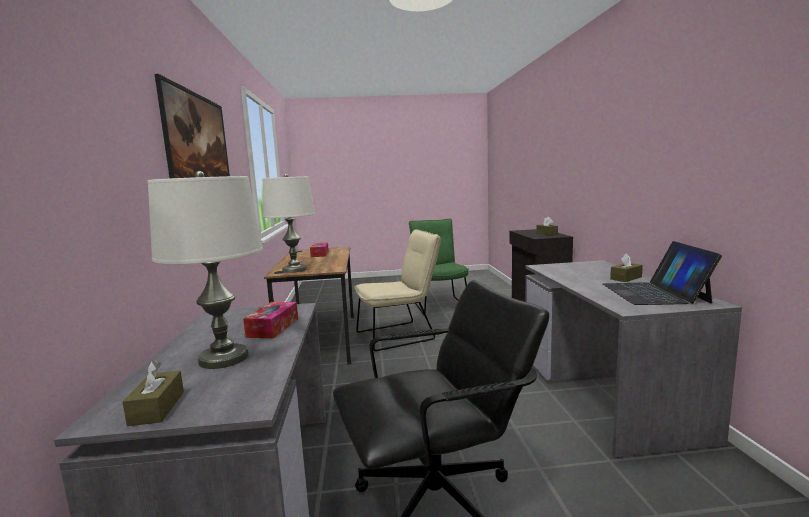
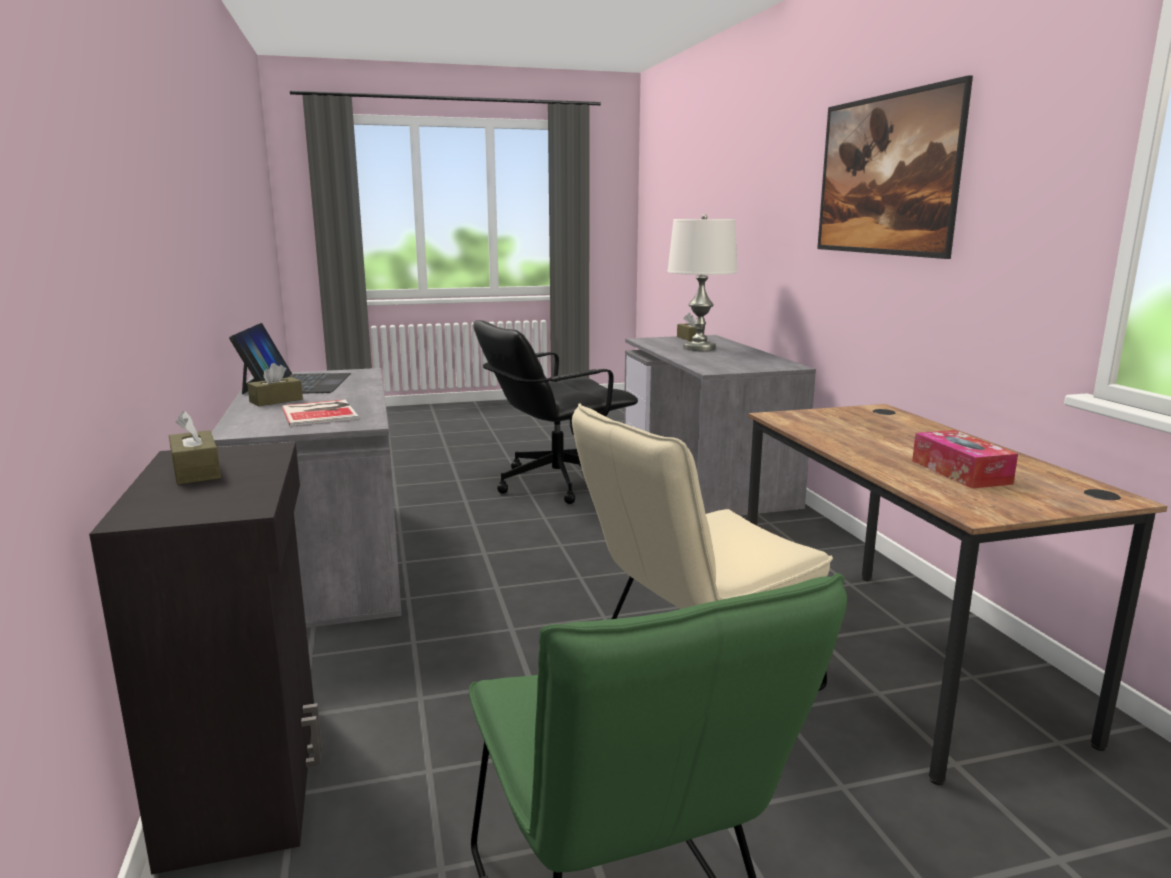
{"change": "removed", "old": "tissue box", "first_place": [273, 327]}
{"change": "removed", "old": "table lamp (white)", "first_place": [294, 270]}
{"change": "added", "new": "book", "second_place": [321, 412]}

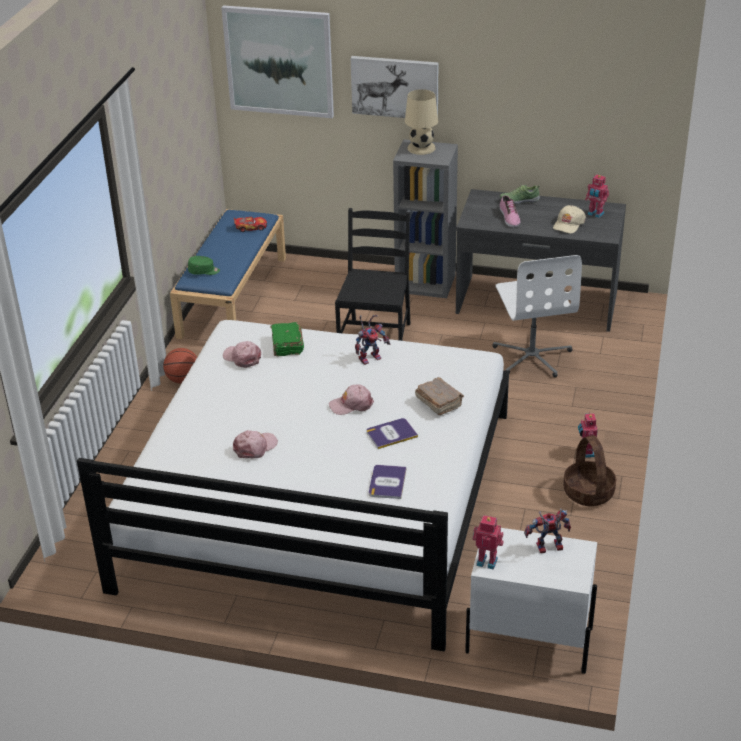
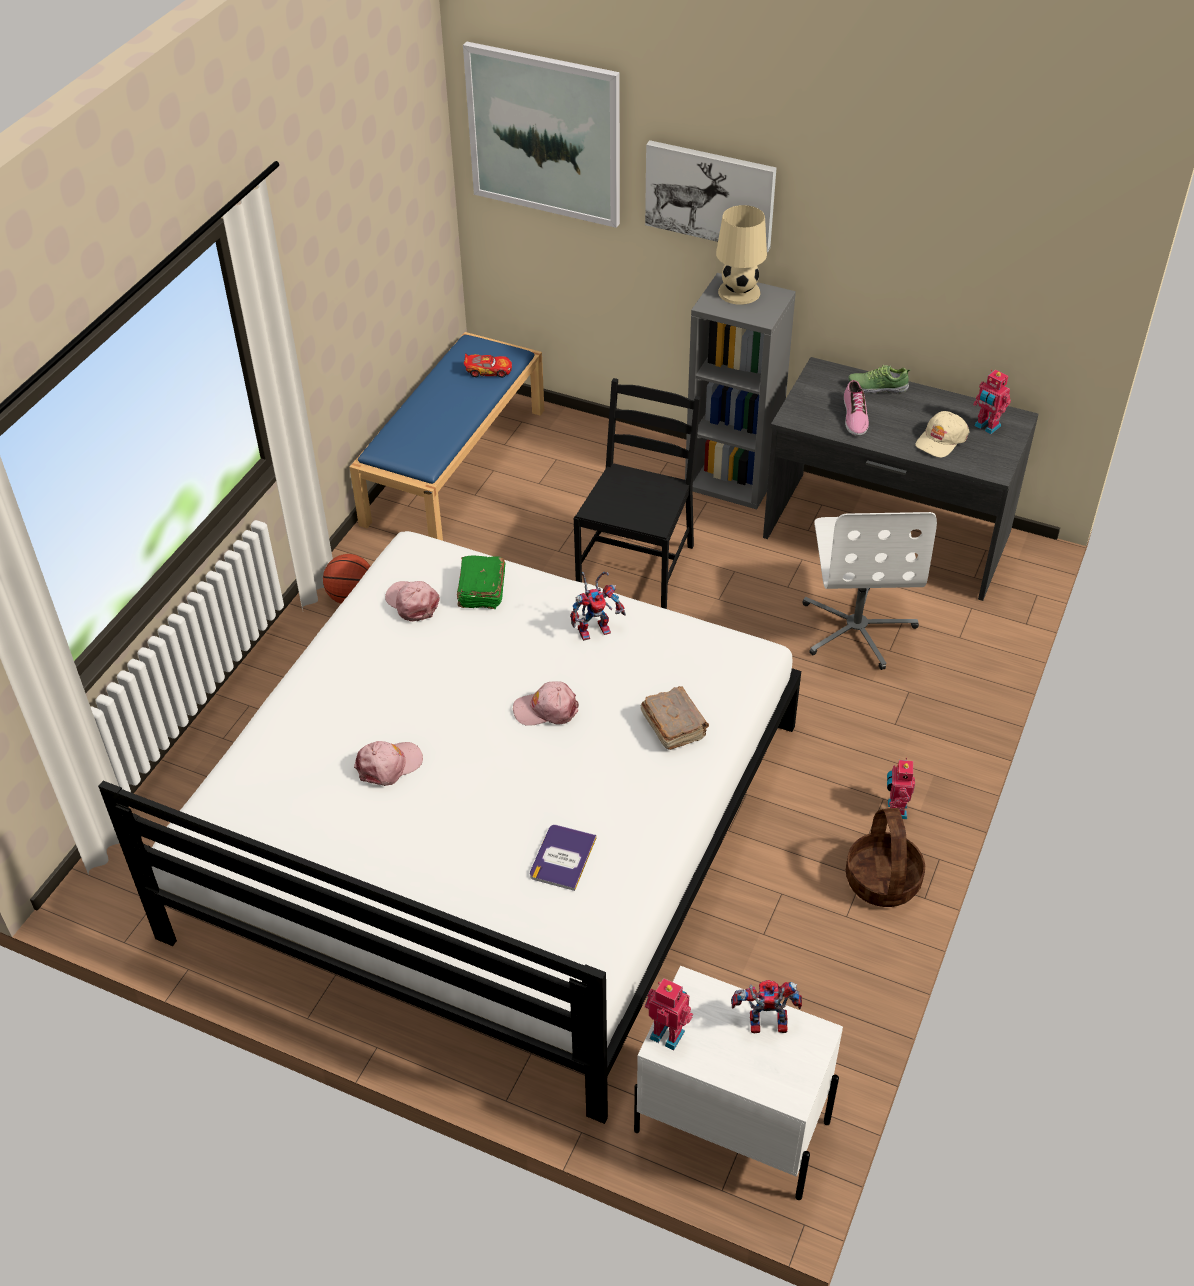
{"change": "removed", "old": "cap (green)", "first_place": [204, 271]}
{"change": "removed", "old": "book", "first_place": [391, 434]}

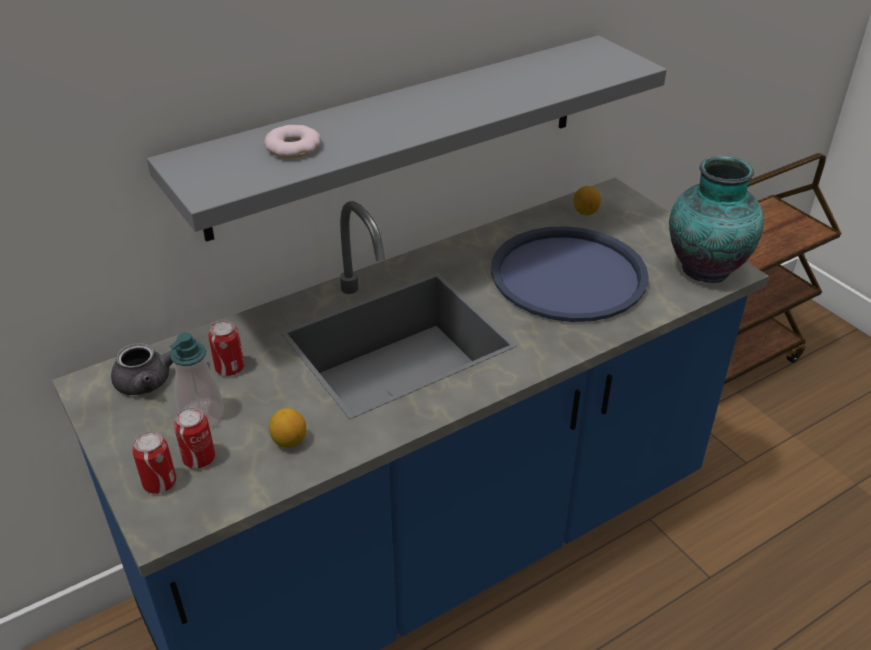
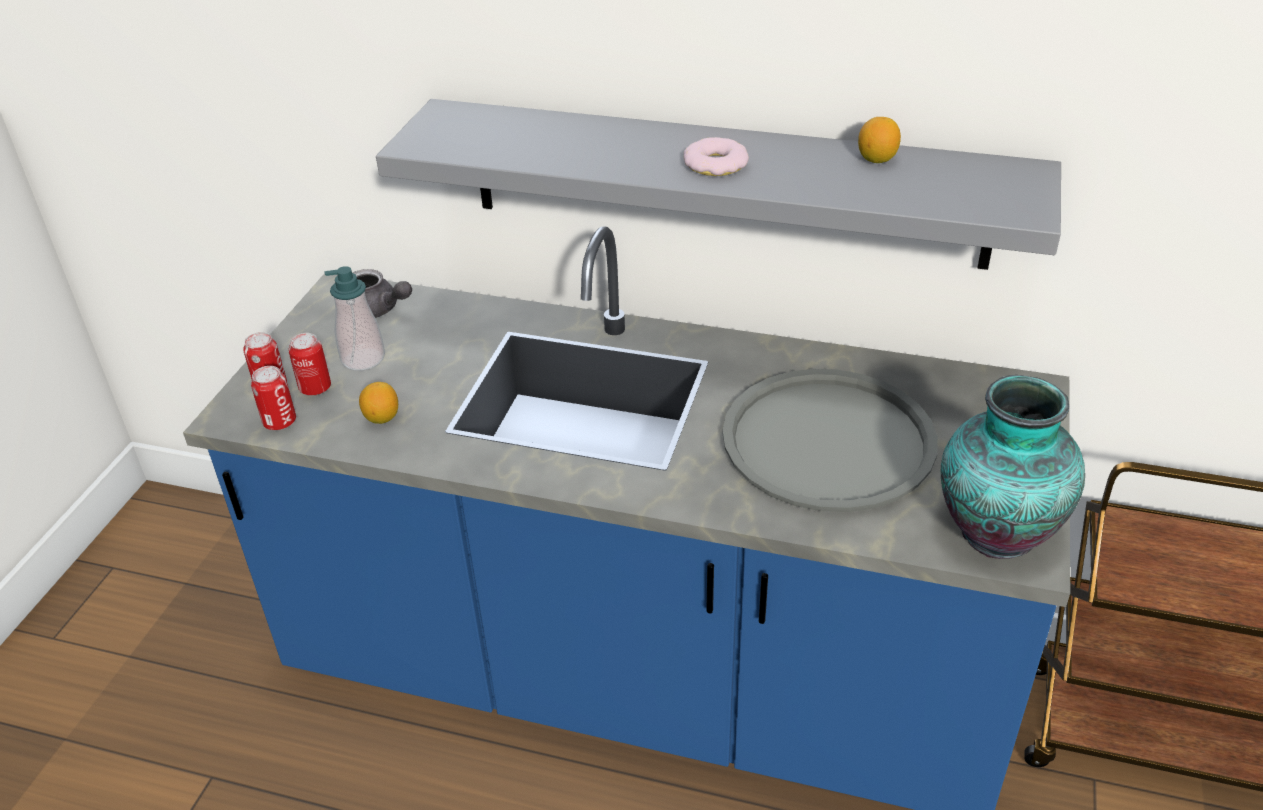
{"change": "moved", "old": "can", "first_place": [230, 368], "second_place": [280, 422]}
{"change": "moved", "old": "donut", "first_place": [293, 147], "second_place": [716, 164]}
{"change": "moved", "old": "lemon", "first_place": [585, 212], "second_place": [876, 159]}
{"change": "recoloured", "old": "tray (blue)", "new": "tray (grey)", "first_place": [568, 275], "second_place": [828, 441]}

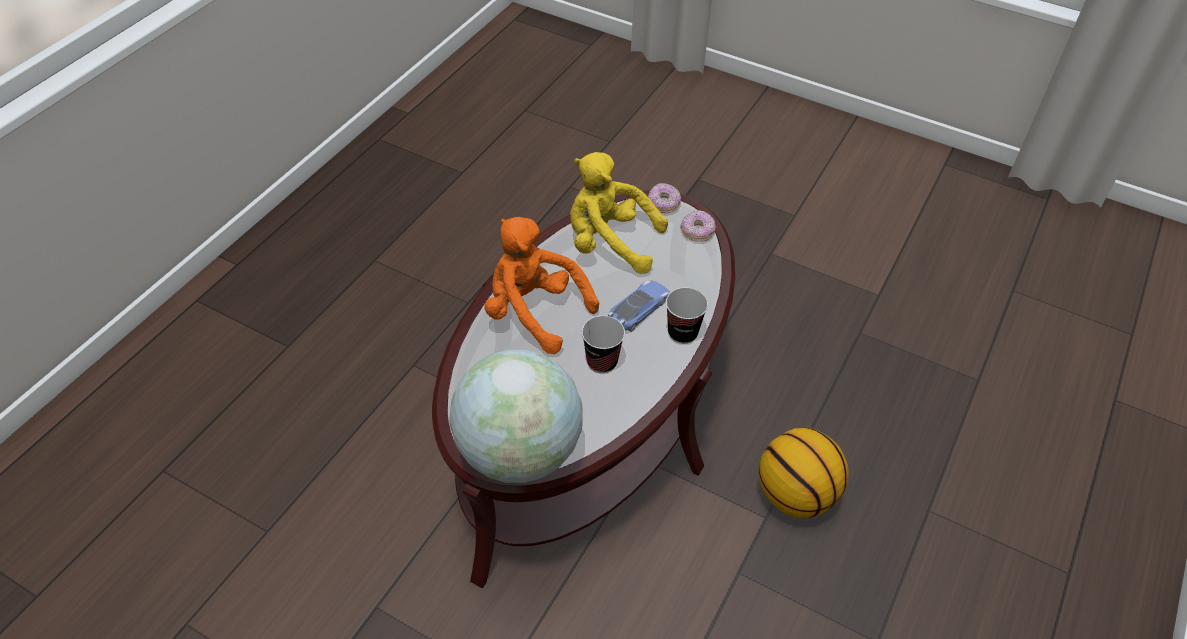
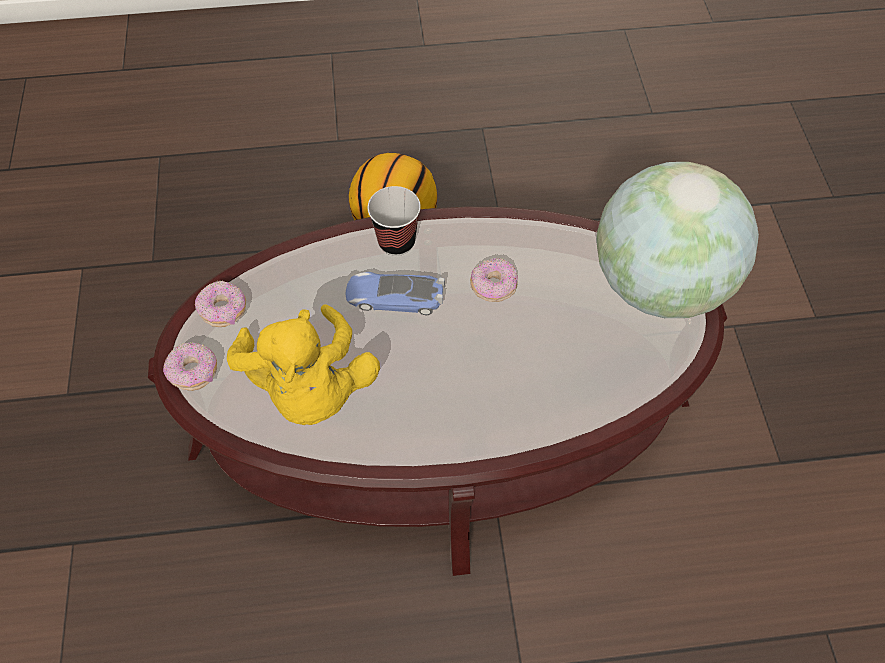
{"change": "removed", "old": "plush toy (orange)", "first_place": [534, 312]}
{"change": "replaced", "old": "cup", "new": "donut", "first_place": [602, 362], "second_place": [493, 287]}

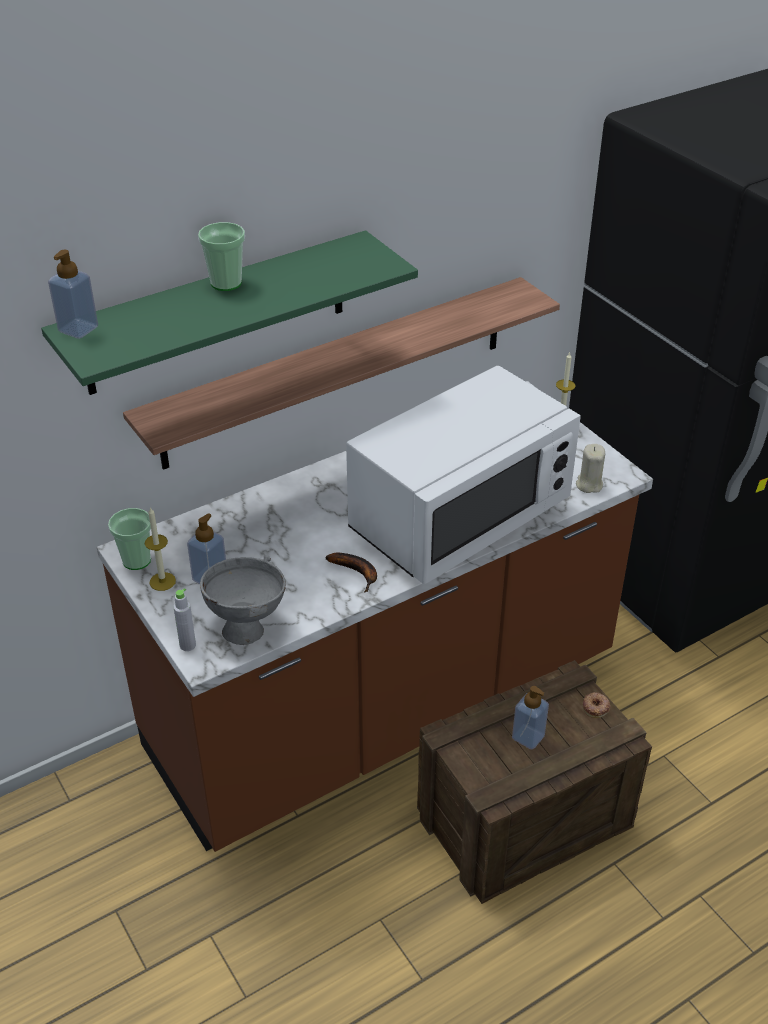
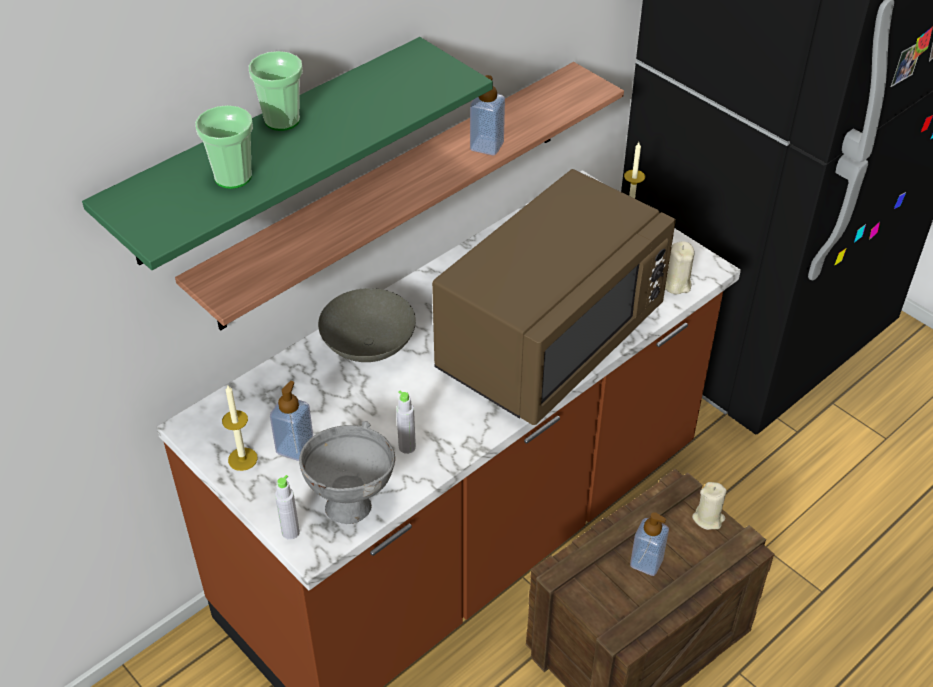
{"change": "removed", "old": "banana", "first_place": [357, 573]}
{"change": "added", "new": "bowl (grey)", "second_place": [370, 347]}
{"change": "added", "new": "bottle (grey)", "second_place": [407, 447]}
{"change": "moved", "old": "soap dispenser", "first_place": [78, 329], "second_place": [486, 146]}
{"change": "moved", "old": "cup", "first_place": [136, 560], "second_place": [233, 177]}
{"change": "replaced", "old": "donut", "new": "candle (beige)", "first_place": [596, 707], "second_place": [708, 518]}
{"change": "recoloured", "old": "microwave (white)", "new": "microwave (brown)", "first_place": [459, 518], "second_place": [550, 340]}

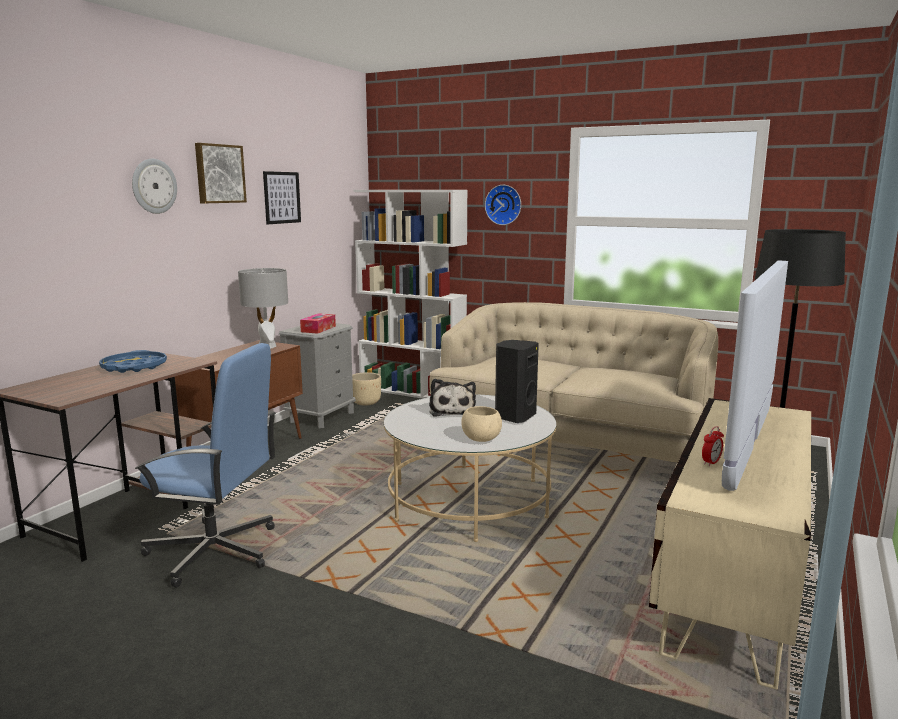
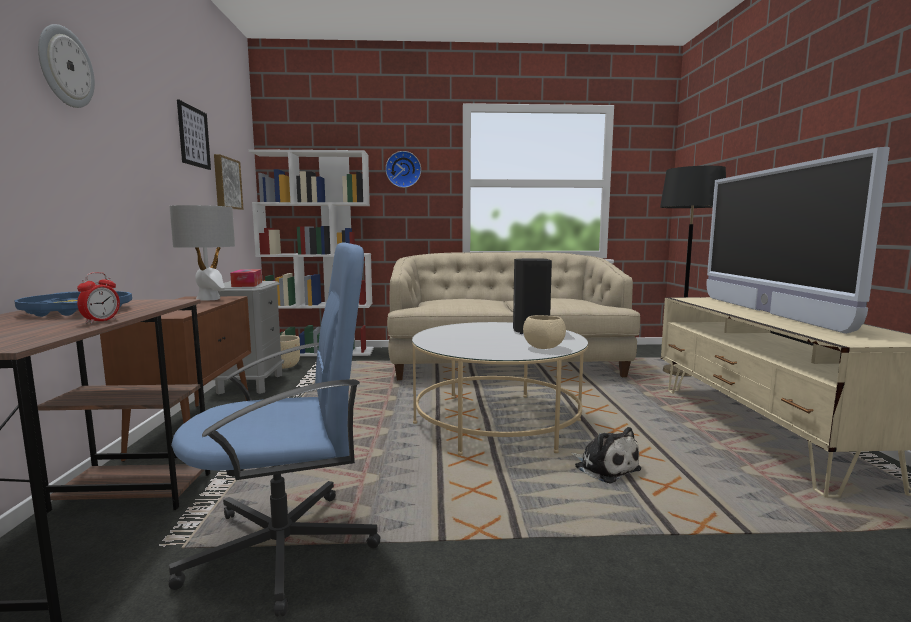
{"change": "moved", "old": "picture", "first_place": [219, 174], "second_place": [226, 183]}
{"change": "moved", "old": "plush toy", "first_place": [452, 410], "second_place": [604, 467]}
{"change": "moved", "old": "alarm clock", "first_place": [711, 462], "second_place": [101, 321]}

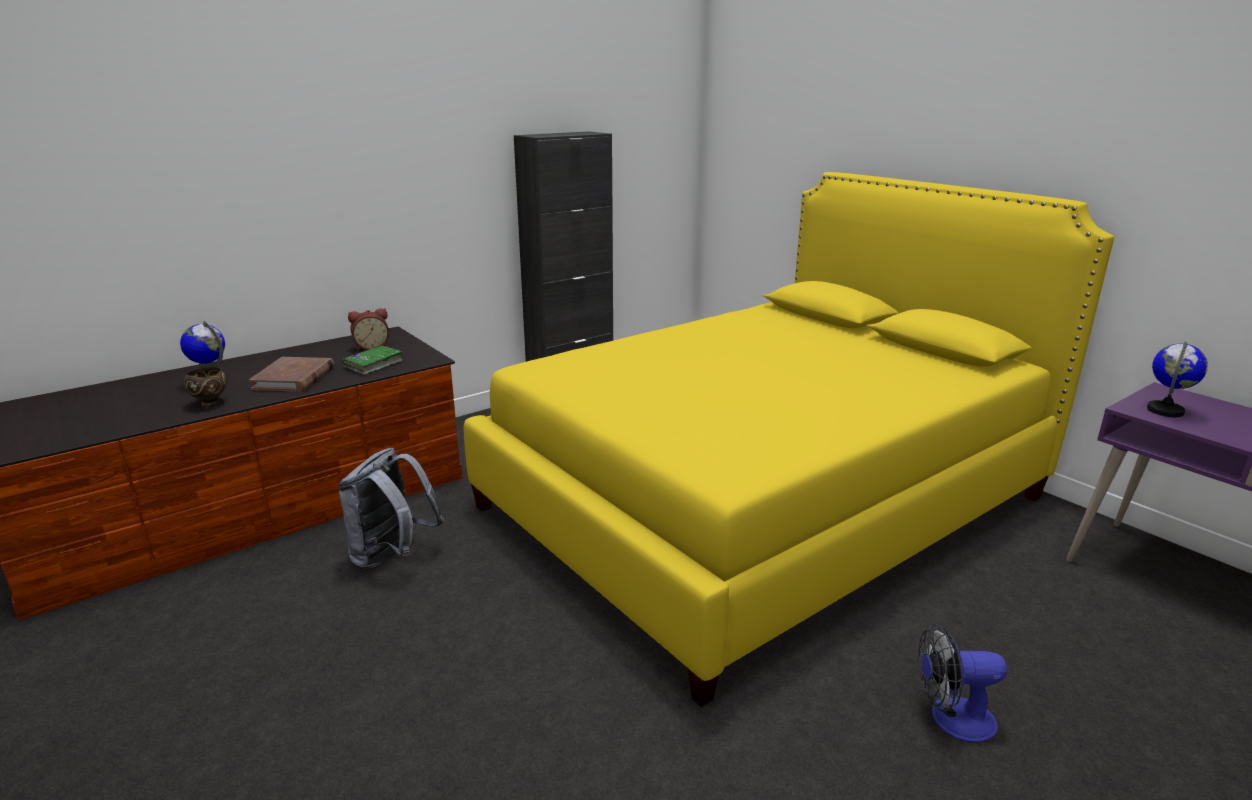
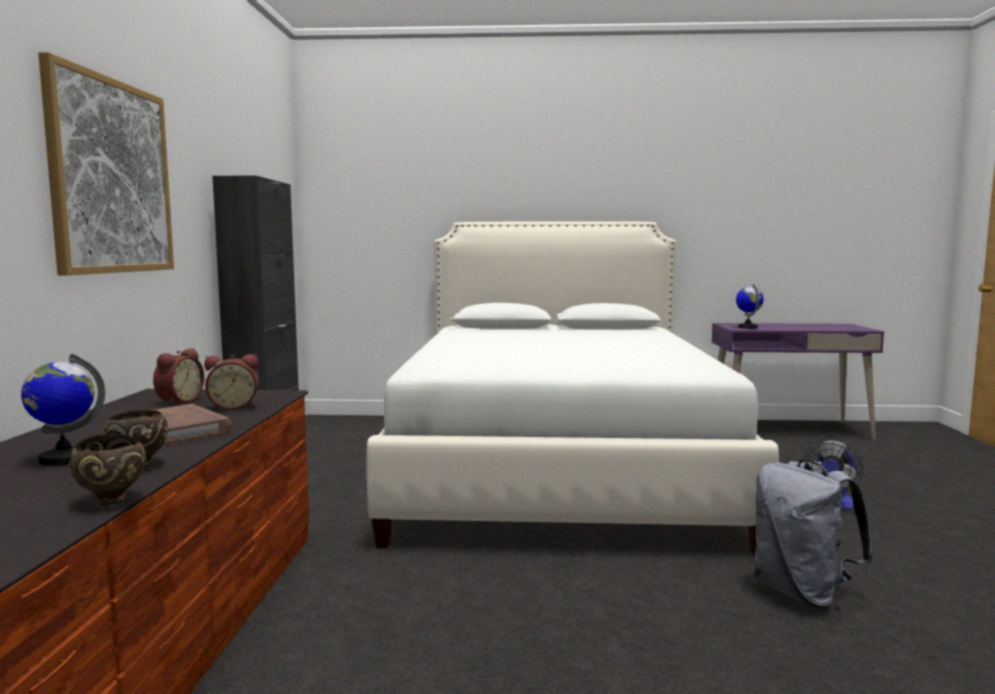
{"change": "added", "new": "picture", "second_place": [111, 177]}
{"change": "added", "new": "bowl (brown)", "second_place": [112, 501]}
{"change": "moved", "old": "backpack (grey)", "first_place": [392, 557], "second_place": [802, 593]}
{"change": "replaced", "old": "book (green)", "new": "alarm clock", "first_place": [374, 364], "second_place": [234, 406]}
{"change": "recoloured", "old": "bed (yellow)", "new": "bed (white)", "first_place": [764, 502], "second_place": [558, 466]}

